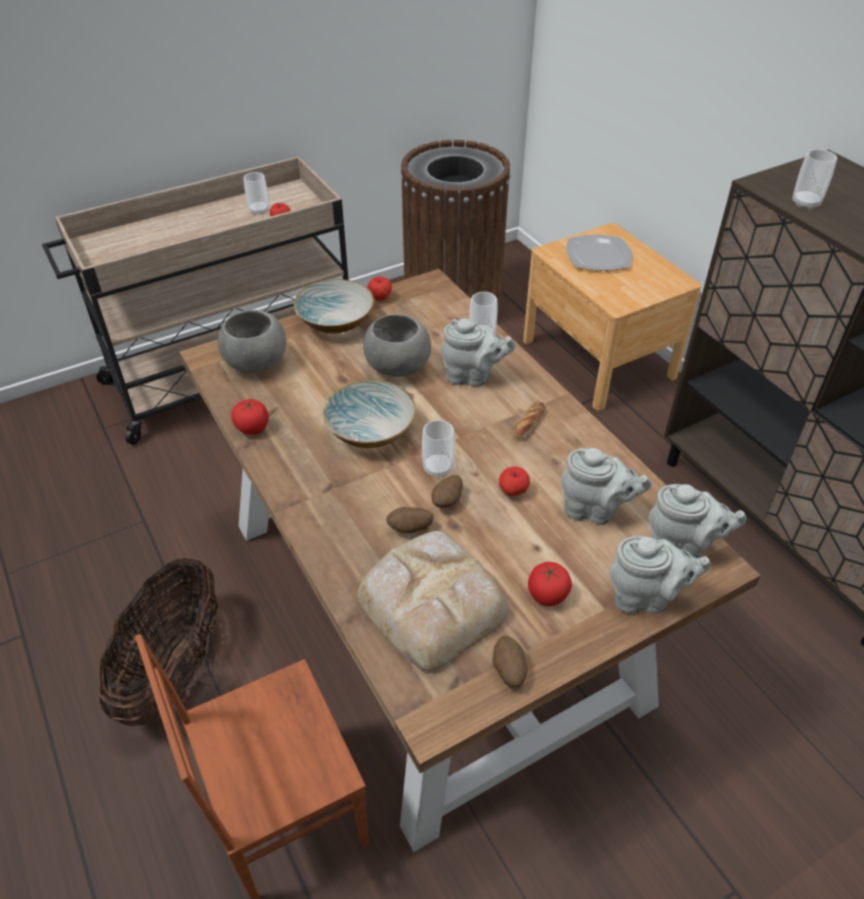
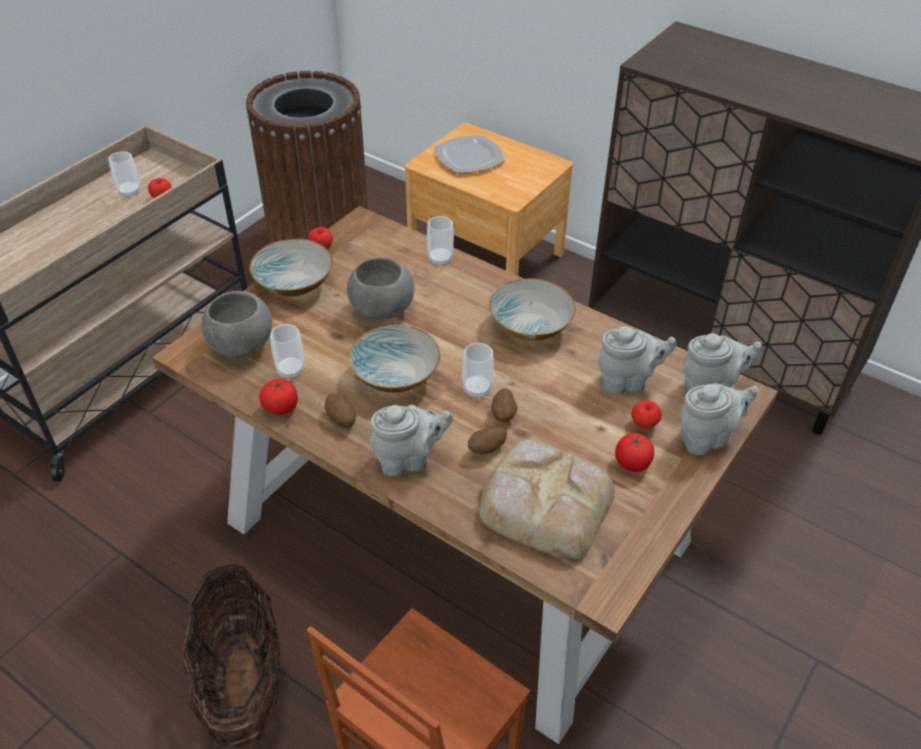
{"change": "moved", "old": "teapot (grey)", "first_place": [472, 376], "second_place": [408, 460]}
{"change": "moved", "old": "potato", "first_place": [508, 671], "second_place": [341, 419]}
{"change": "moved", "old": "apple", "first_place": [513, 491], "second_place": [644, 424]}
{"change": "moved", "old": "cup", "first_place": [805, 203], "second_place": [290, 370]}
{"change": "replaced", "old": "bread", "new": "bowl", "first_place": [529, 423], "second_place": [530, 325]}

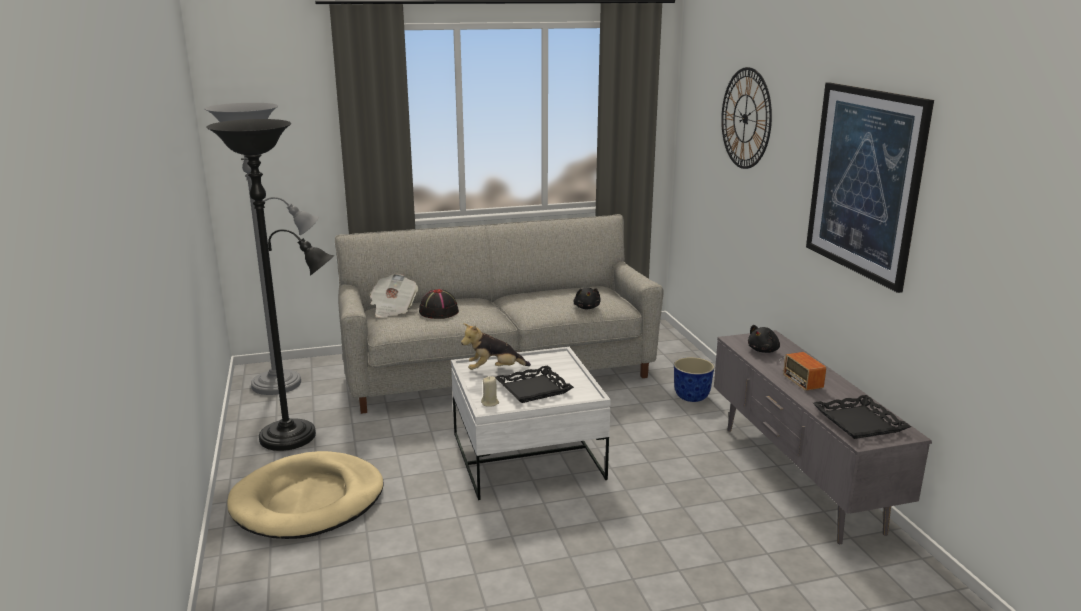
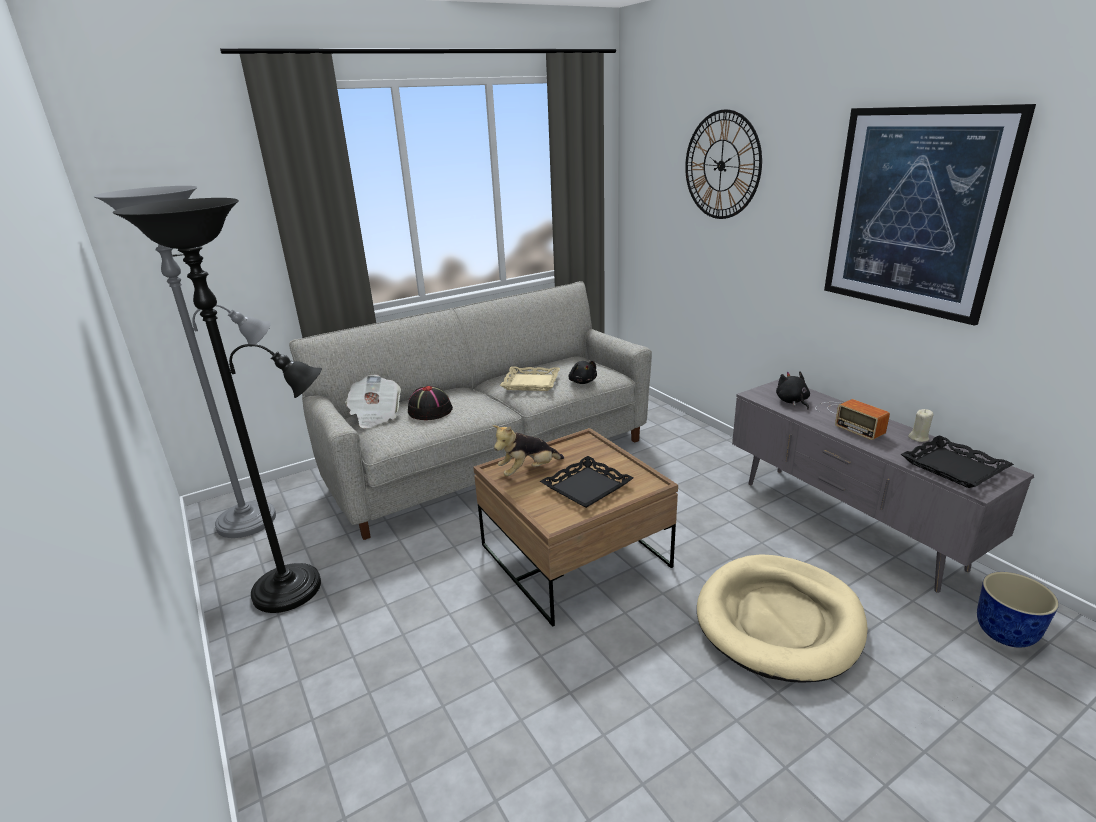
{"change": "added", "new": "tray (beige)", "second_place": [531, 382]}
{"change": "moved", "old": "dog bed (beige)", "first_place": [308, 501], "second_place": [779, 620]}
{"change": "moved", "old": "candle (beige)", "first_place": [490, 403], "second_place": [918, 438]}
{"change": "moved", "old": "planter", "first_place": [692, 397], "second_place": [1004, 633]}
{"change": "recoloured", "old": "coffee table (white)", "new": "coffee table (brown)", "first_place": [527, 456], "second_place": [574, 556]}
{"change": "turned", "old": "plush toy (black)", "first_place": [764, 350], "second_place": [792, 401], "degrees": 135}

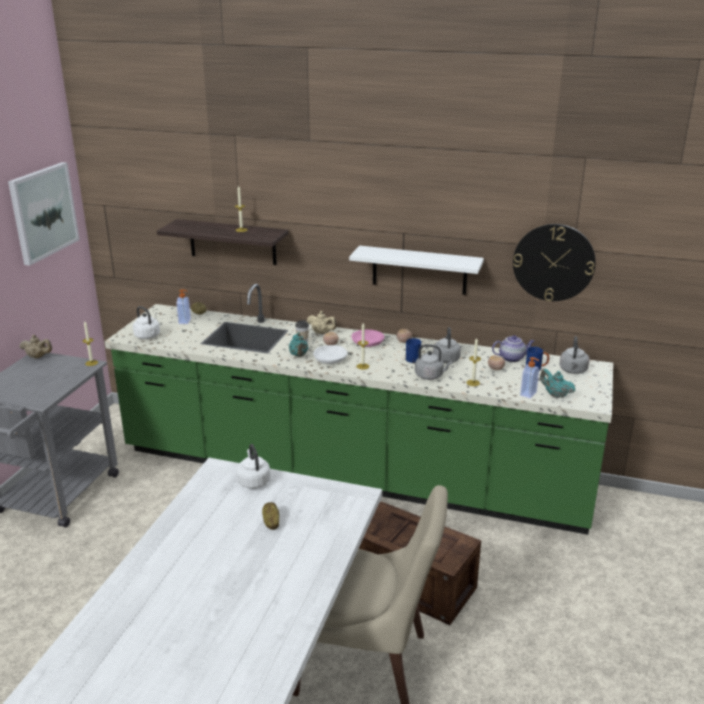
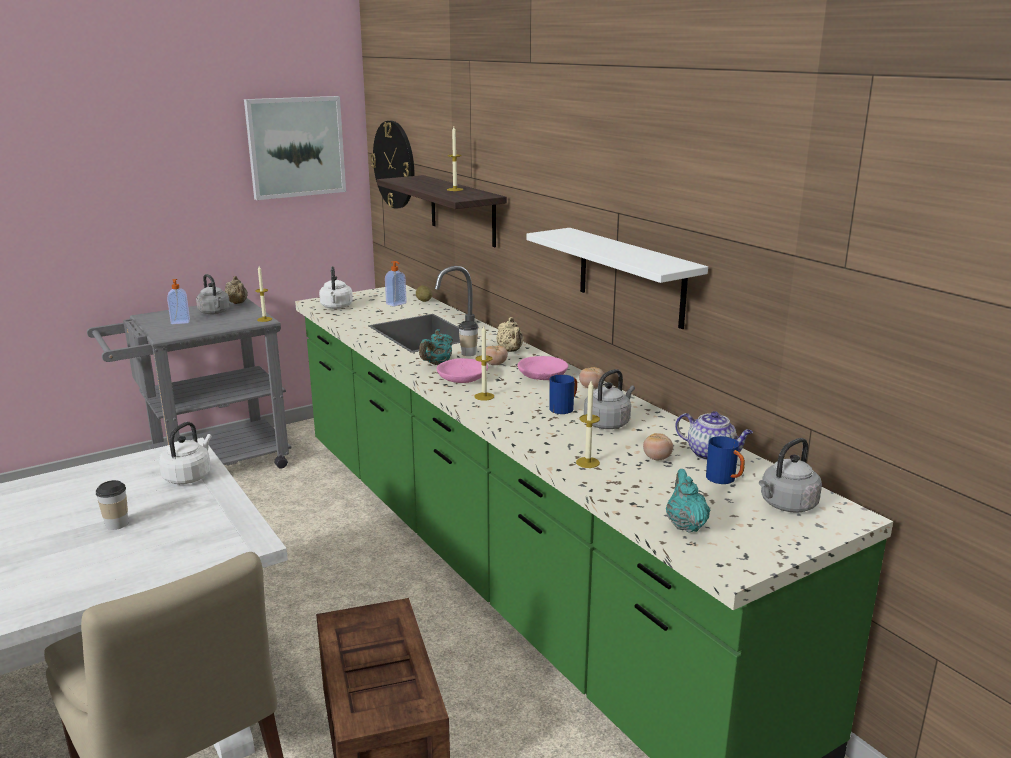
{"change": "moved", "old": "kettle (grey)", "first_place": [430, 376], "second_place": [215, 312]}
{"change": "moved", "old": "wall clock", "first_place": [553, 262], "second_place": [394, 164]}
{"change": "moved", "old": "soap dispenser", "first_place": [529, 394], "second_place": [180, 322]}
{"change": "replaced", "old": "potato", "new": "cup", "first_place": [271, 522], "second_place": [117, 524]}
{"change": "recoloured", "old": "bowl (white)", "new": "bowl (pink)", "first_place": [330, 359], "second_place": [463, 378]}

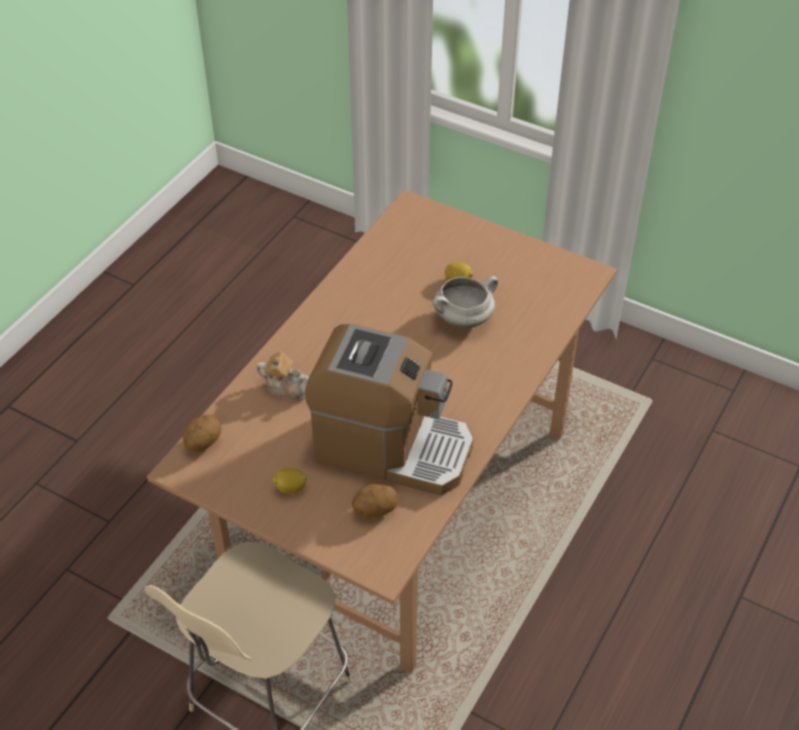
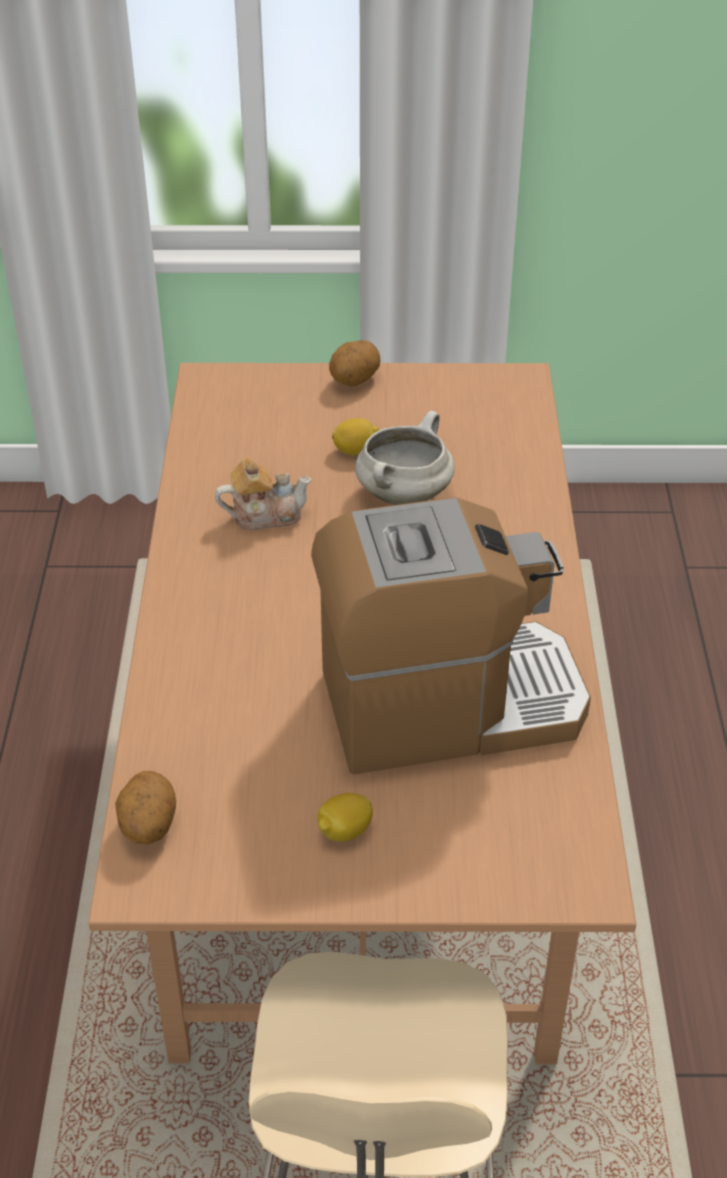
{"change": "moved", "old": "teapot", "first_place": [287, 387], "second_place": [265, 515]}
{"change": "moved", "old": "potato", "first_place": [375, 510], "second_place": [354, 380]}

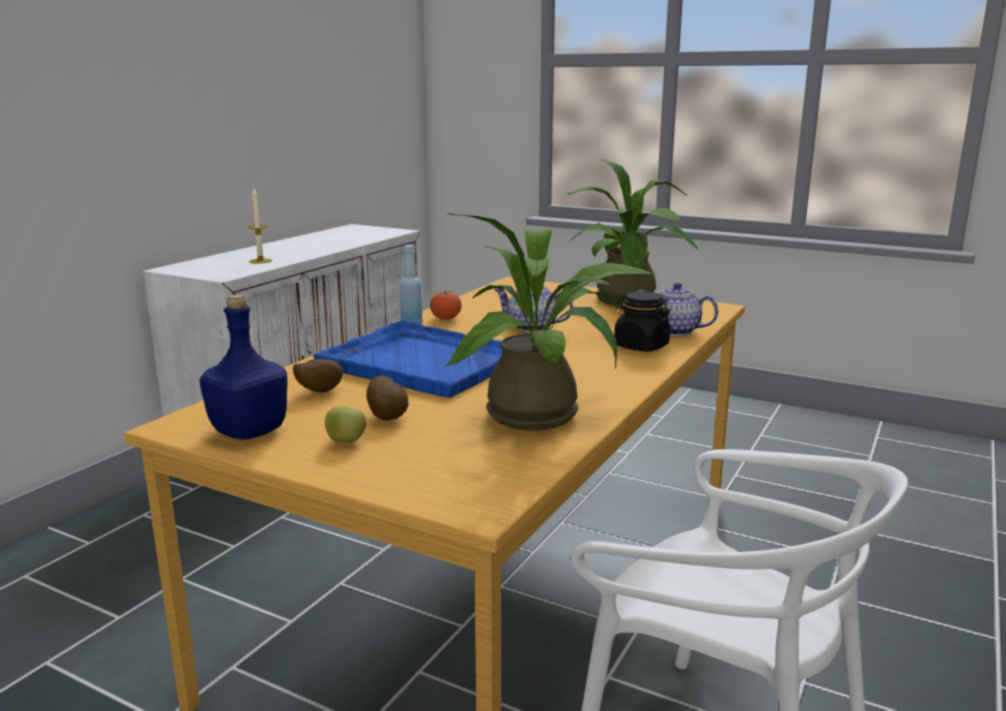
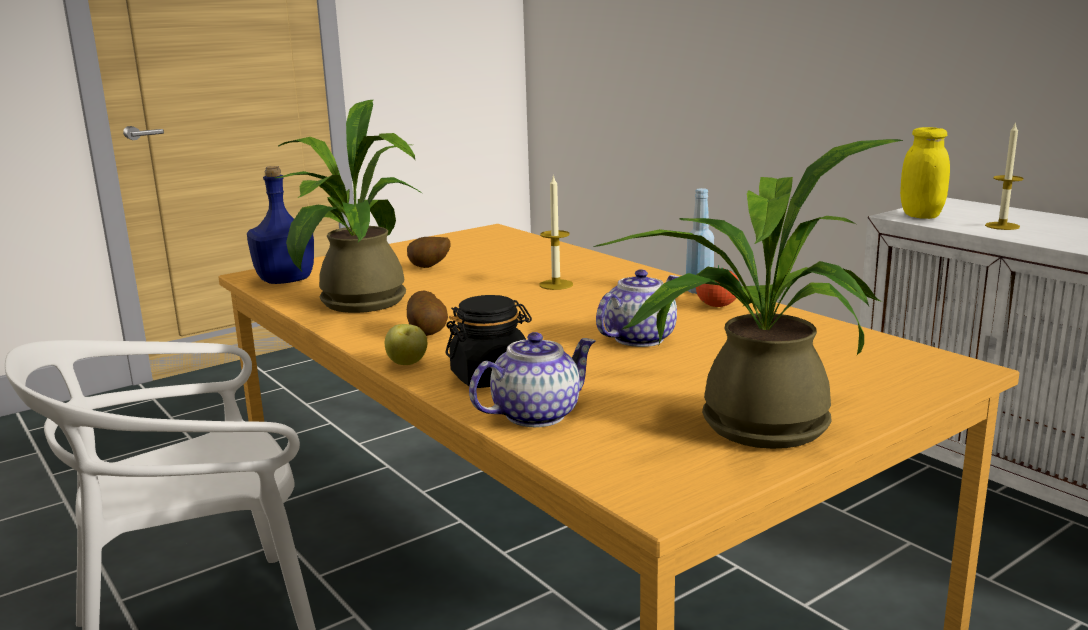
{"change": "added", "new": "jar (yellow)", "second_place": [921, 216]}
{"change": "moved", "old": "bottle (blue)", "first_place": [250, 431], "second_place": [284, 280]}
{"change": "moved", "old": "potato", "first_place": [318, 392], "second_place": [428, 333]}
{"change": "moved", "old": "apple", "first_place": [346, 442], "second_place": [407, 364]}
{"change": "replaced", "old": "tray (blue)", "new": "candle", "first_place": [421, 361], "second_place": [556, 285]}

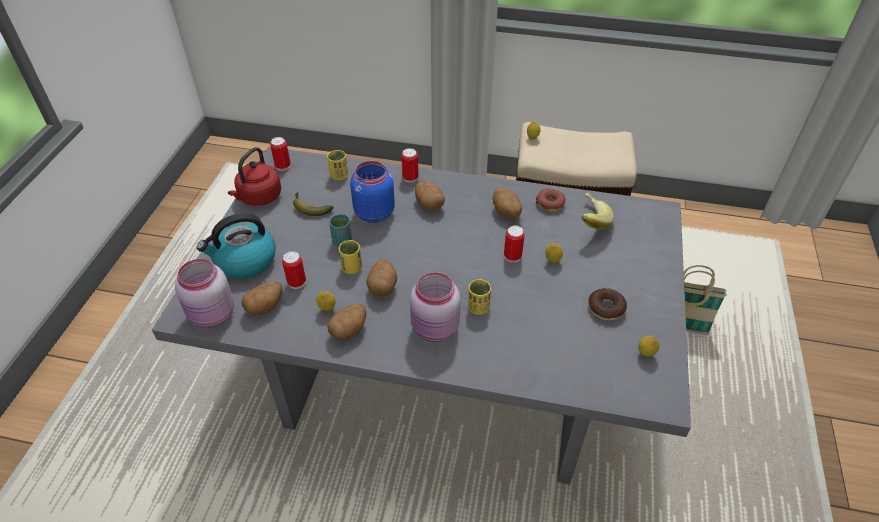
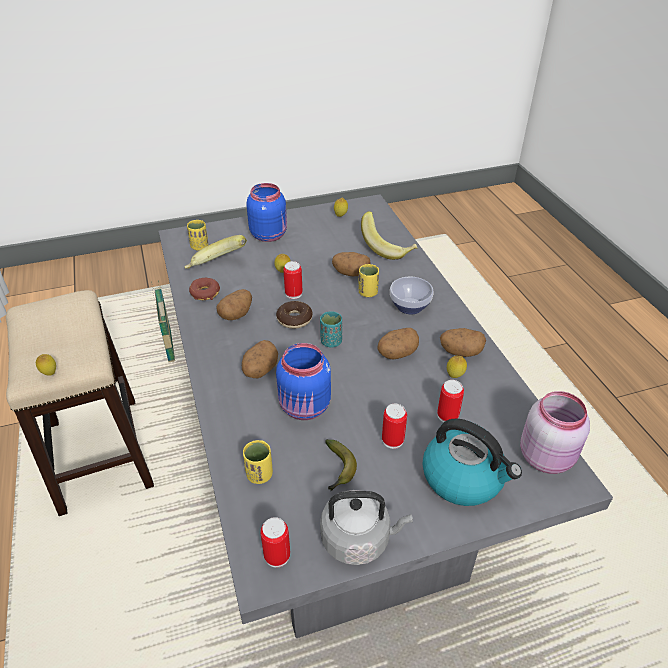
{"change": "added", "new": "jar (blue)", "second_place": [269, 234]}
{"change": "added", "new": "banana", "second_place": [387, 248]}
{"change": "moved", "old": "potato", "first_place": [265, 306], "second_place": [350, 273]}
{"change": "moved", "old": "cup (turquoise)", "first_place": [342, 241], "second_place": [331, 342]}
{"change": "moved", "old": "cup (yellow)", "first_place": [352, 268], "second_place": [199, 246]}
{"change": "moved", "old": "can", "first_place": [410, 177], "second_place": [392, 440]}
{"change": "moved", "old": "donut", "first_place": [606, 308], "second_place": [294, 319]}
{"change": "replaced", "old": "jar (pink)", "new": "bowl", "first_place": [435, 329], "second_place": [410, 306]}
{"change": "recoloured", "old": "kettle (red)", "new": "kettle (grey)", "first_place": [258, 197], "second_place": [359, 539]}

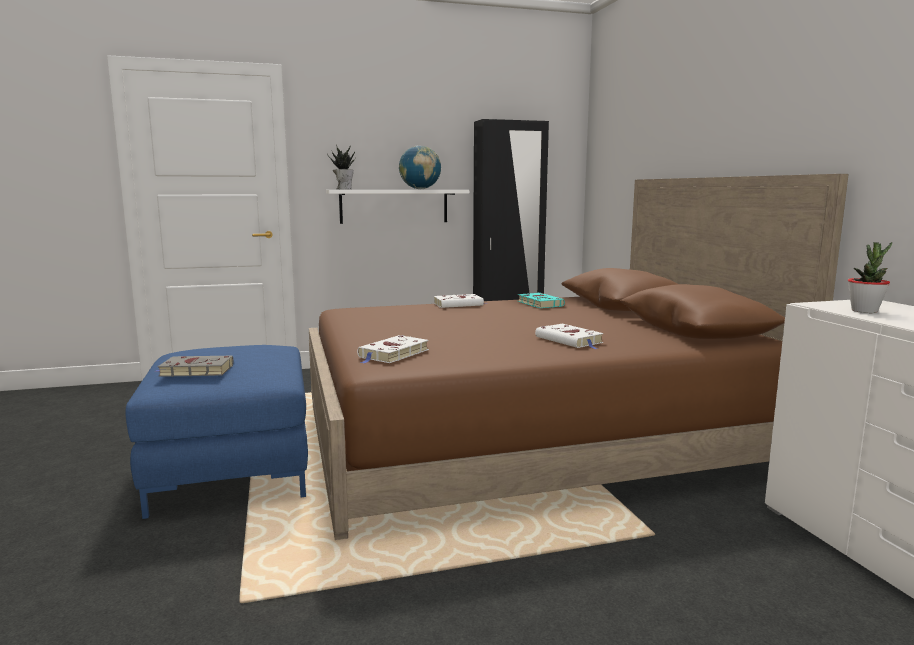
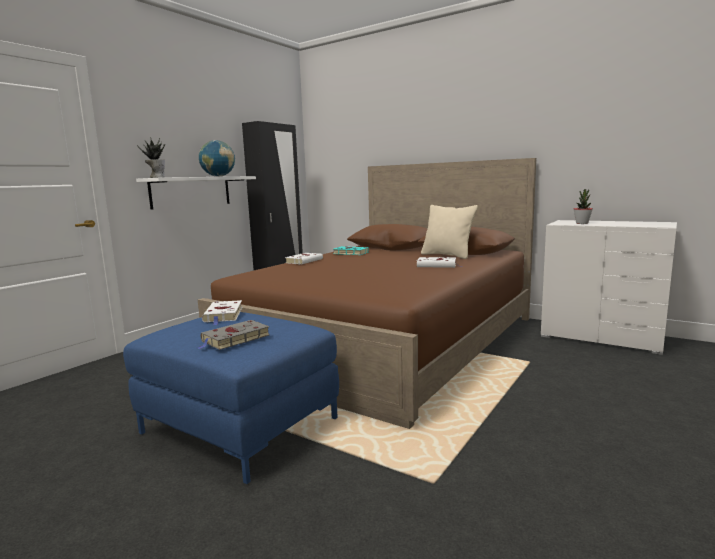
{"change": "added", "new": "pillow (beige)", "second_place": [447, 255]}
{"change": "moved", "old": "book (white)", "first_place": [393, 354], "second_place": [223, 315]}

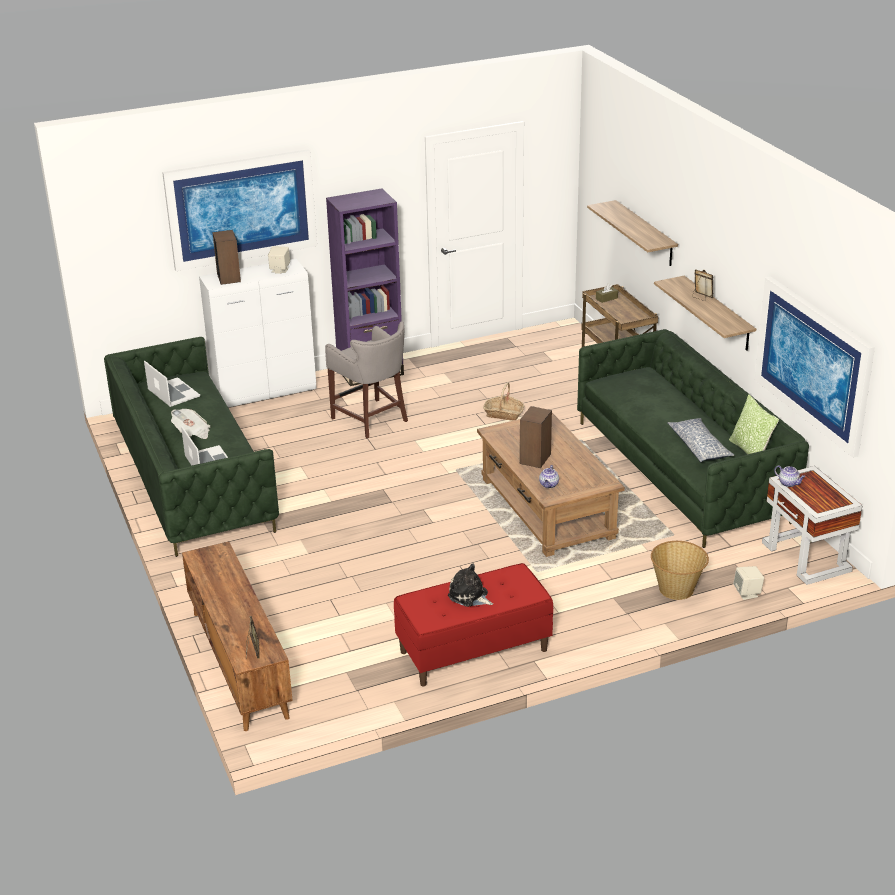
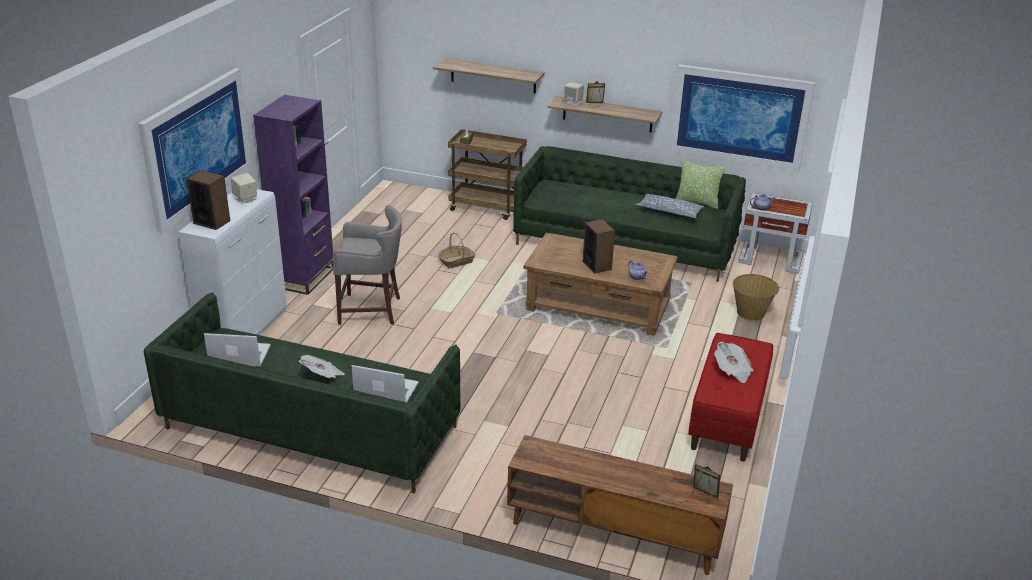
{"change": "moved", "old": "speaker (beige)", "first_place": [747, 593], "second_place": [573, 103]}
{"change": "replaced", "old": "plush toy", "new": "newspaper", "first_place": [469, 596], "second_place": [732, 371]}

